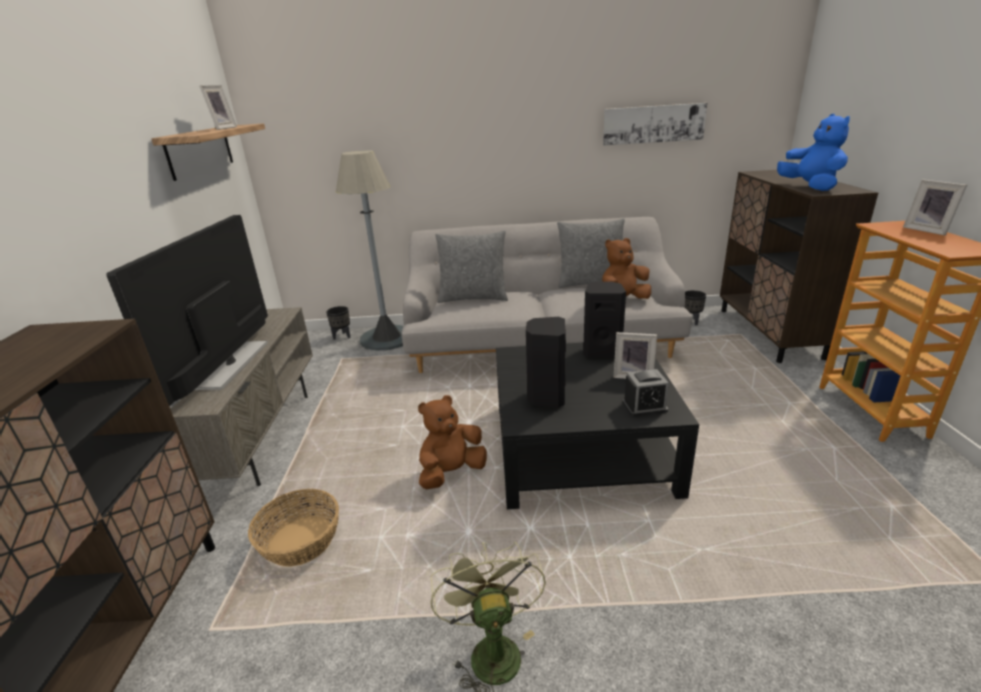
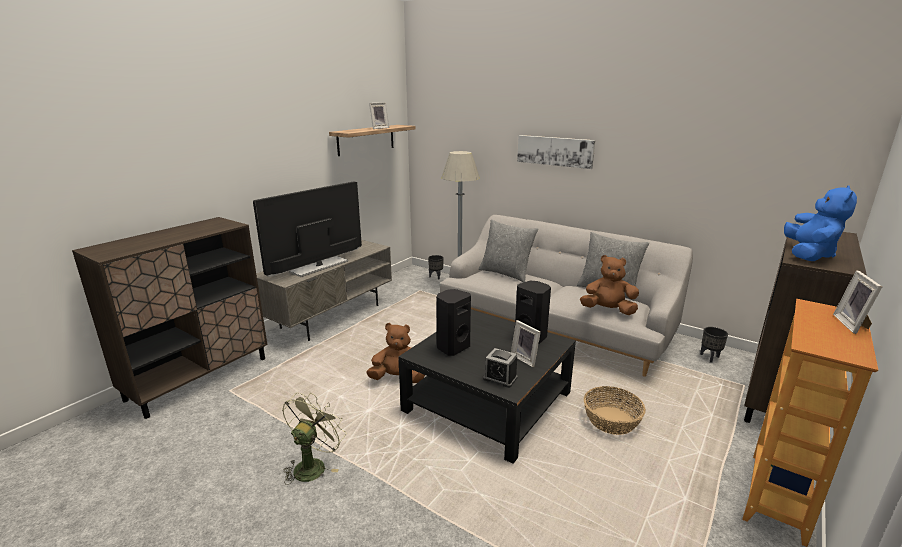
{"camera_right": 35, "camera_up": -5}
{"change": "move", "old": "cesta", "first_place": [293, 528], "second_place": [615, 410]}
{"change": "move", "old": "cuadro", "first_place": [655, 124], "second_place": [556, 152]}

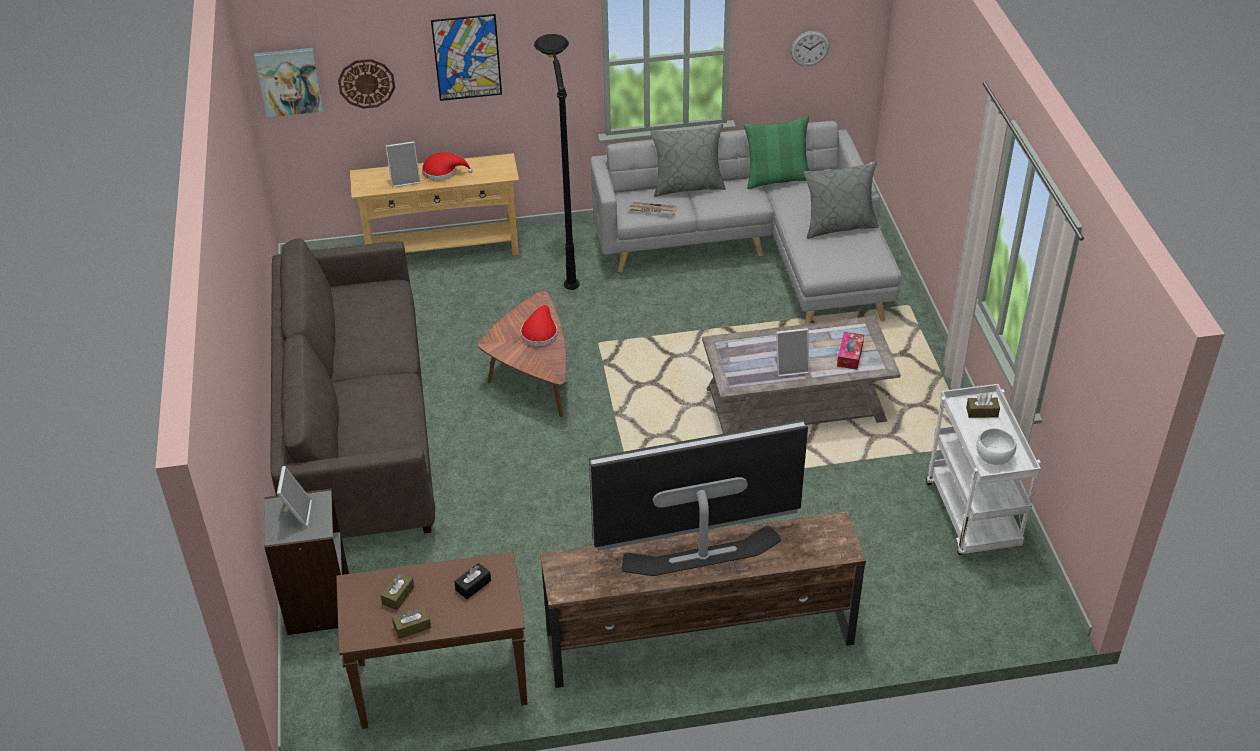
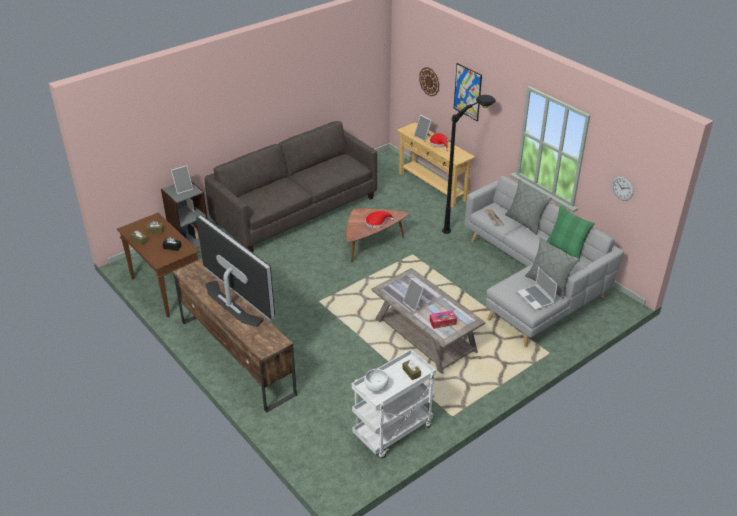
{"camera_right": 60, "camera_up": -5}
{"change": "delete", "old": "cuadro", "first_place": [289, 82]}
{"change": "insert", "new": "portátil", "second_place": [537, 288]}

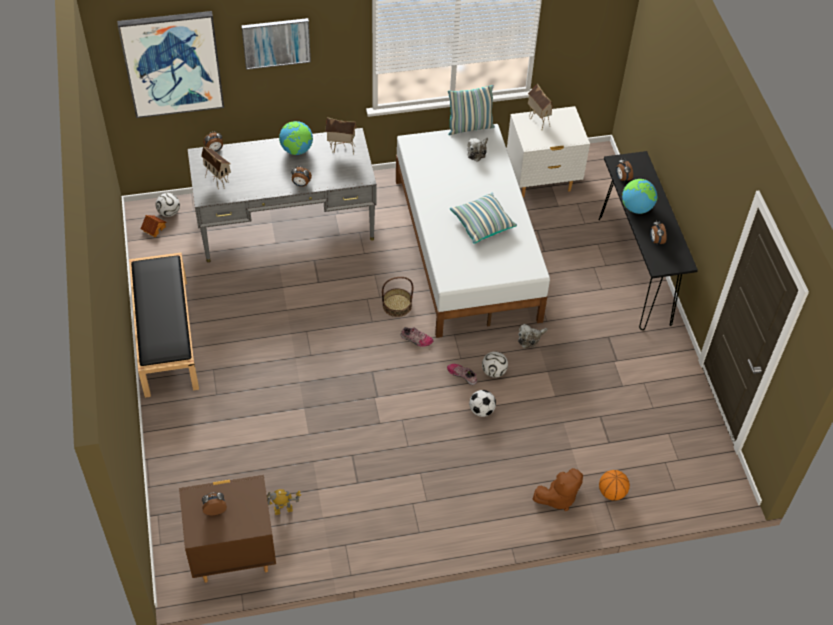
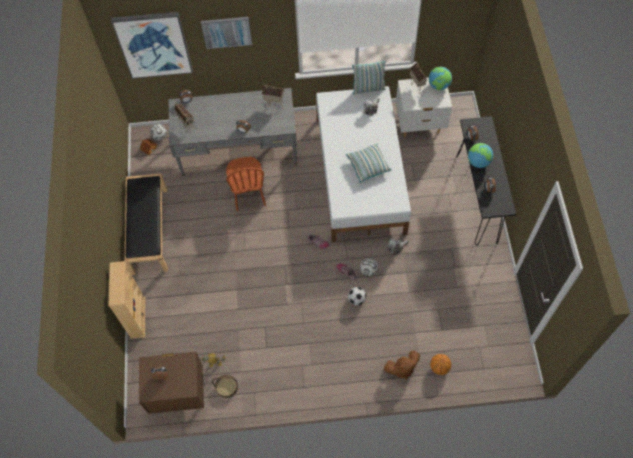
{"camera_right": 10, "camera_up": 10}
{"change": "insert", "new": "estantería [beis]", "second_place": [127, 300]}
{"change": "insert", "new": "silla [marrón]", "second_place": [246, 184]}
{"change": "move", "old": "globo terráqueo", "first_place": [296, 138], "second_place": [440, 78]}
{"change": "move", "old": "cesta", "first_place": [397, 297], "second_place": [225, 387]}

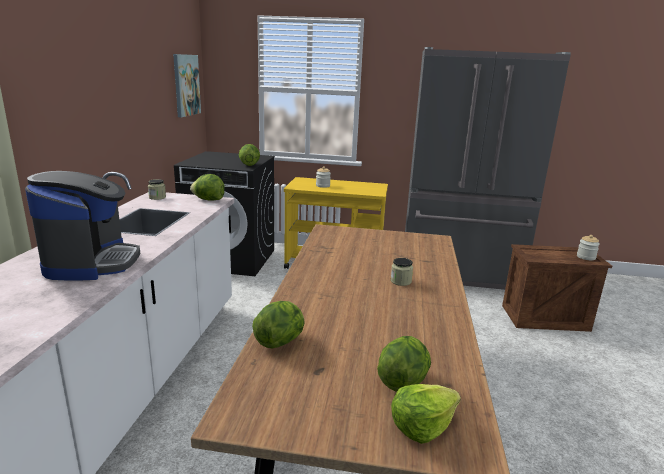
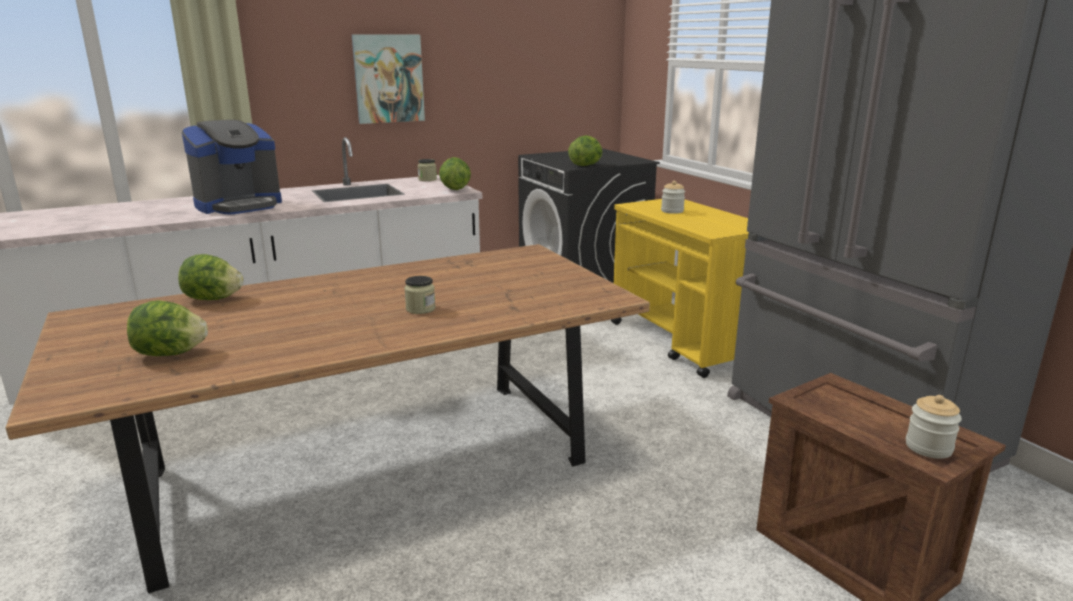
{"camera_right": 55, "camera_up": 0}
{"change": "delete", "old": "lechuga", "first_place": [426, 414]}
{"change": "move", "old": "cuadro", "first_place": [187, 85], "second_place": [388, 79]}

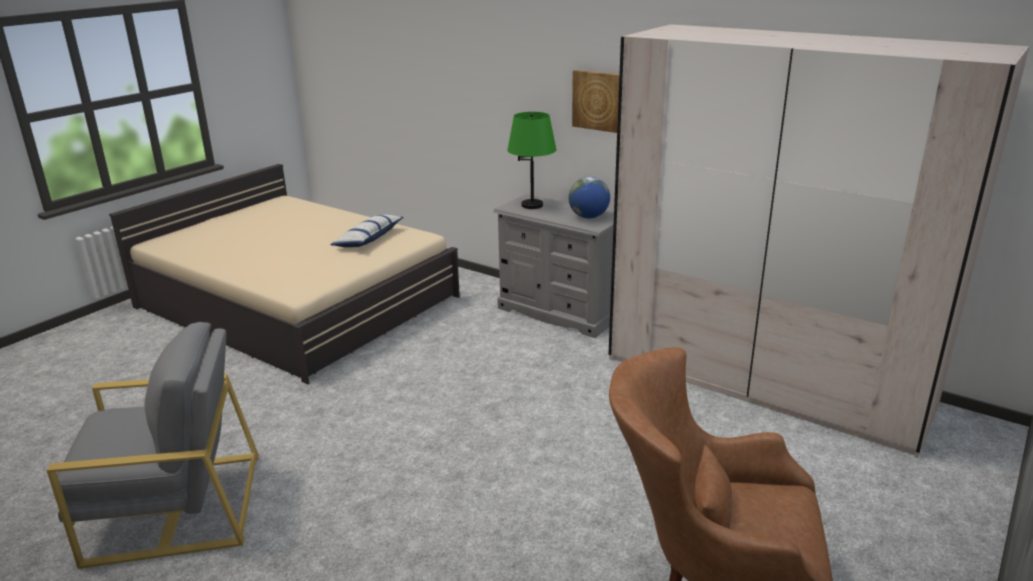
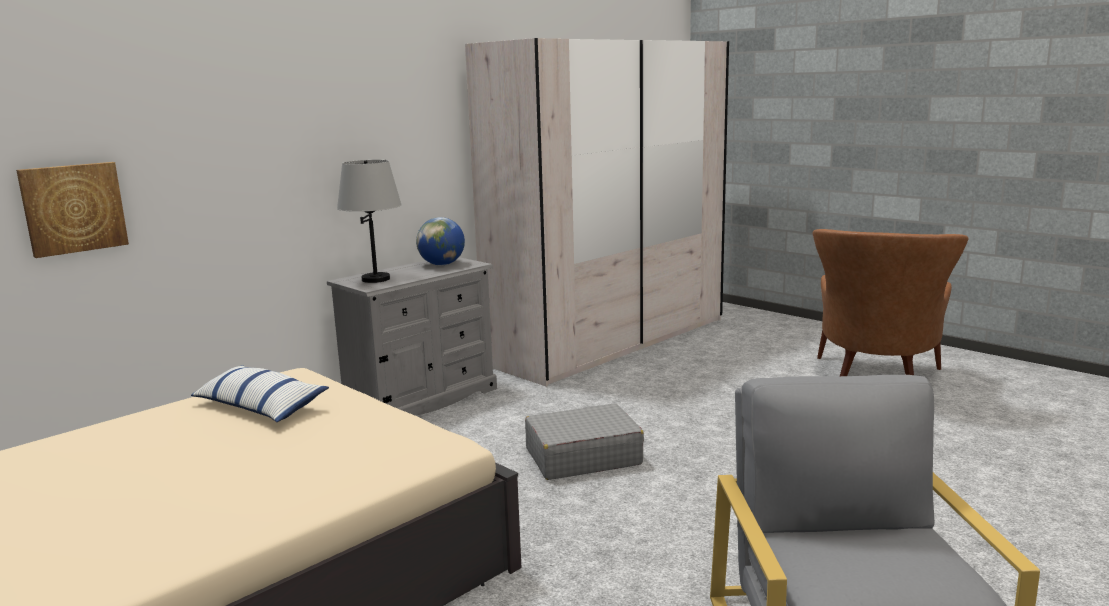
{"camera_right": -80, "camera_up": -10}
{"change": "insert", "new": "maleta [gris]", "second_place": [584, 441]}
{"change": "move", "old": "cuadro", "first_place": [595, 101], "second_place": [72, 210]}
{"change": "recolor", "old": "lámpara de mesa [verde]", "new": "lámpara de mesa [gris]", "first_place": [531, 160], "second_place": [369, 221]}

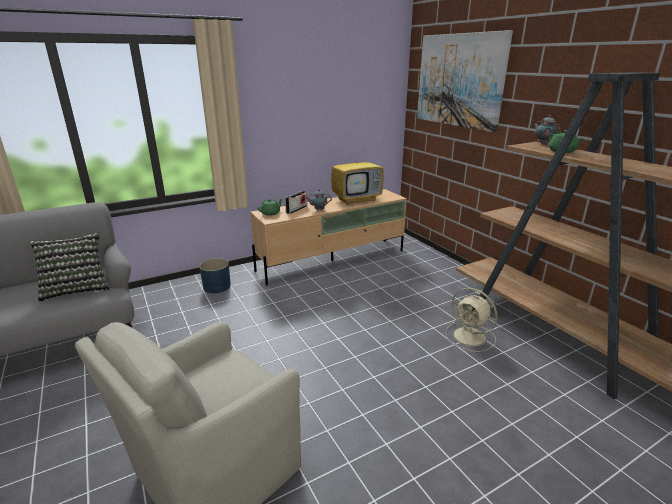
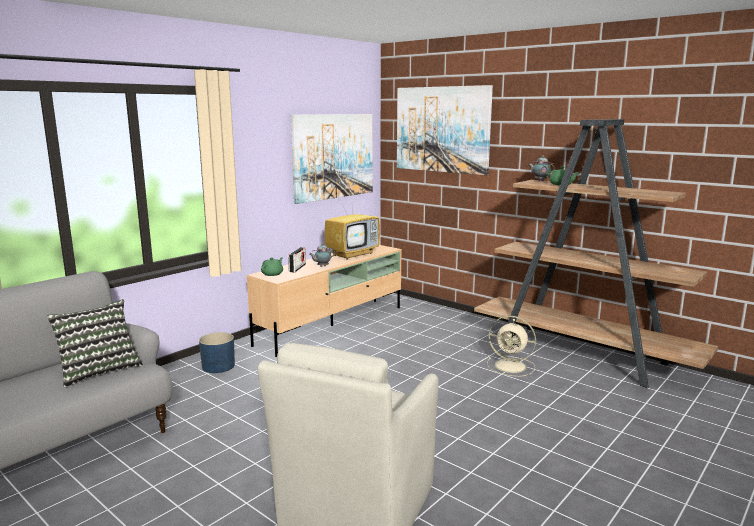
{"camera_right": -20, "camera_up": -10}
{"change": "insert", "new": "cuadro", "second_place": [332, 159]}

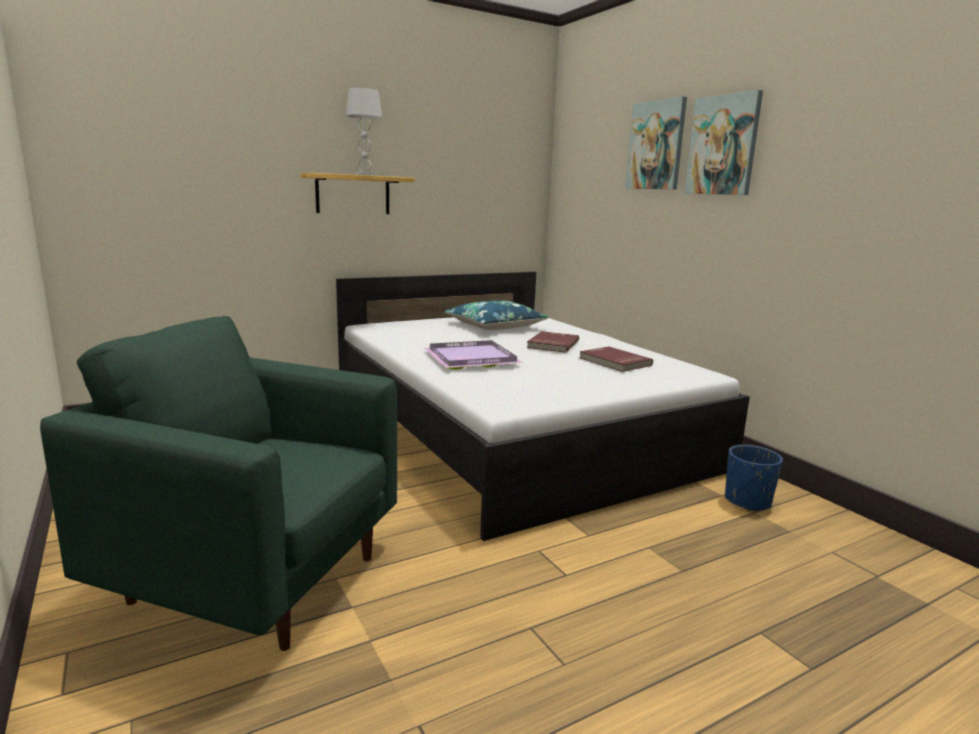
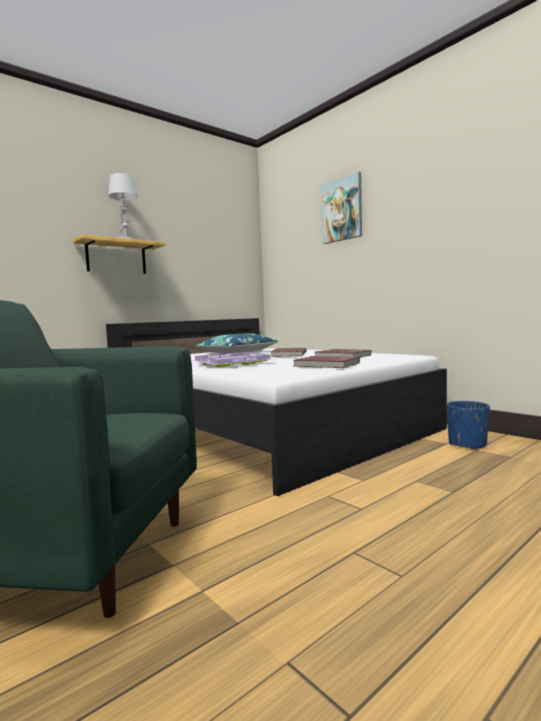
{"camera_right": -10, "camera_up": -10}
{"change": "delete", "old": "cuadro", "first_place": [724, 142]}
{"change": "insert", "new": "libro [rojo]", "second_place": [326, 362]}

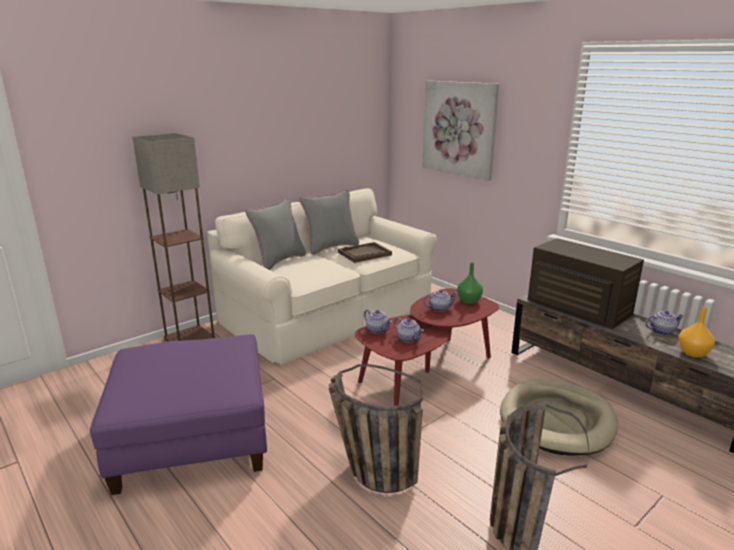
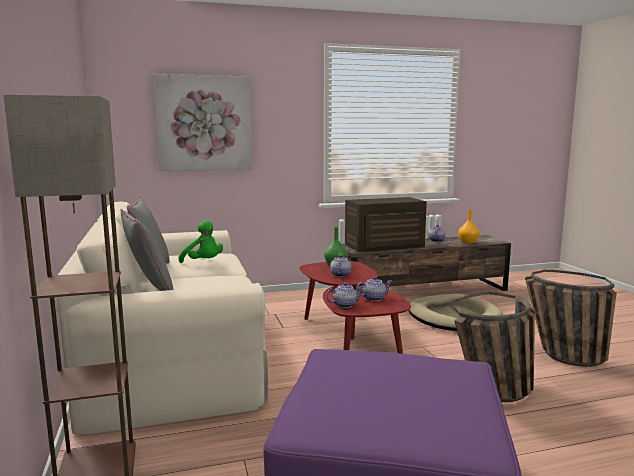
{"camera_right": -65, "camera_up": -10}
{"change": "replace", "old": "bandeja [marrón]", "new": "peluche [verde]", "first_place": [365, 252], "second_place": [201, 242]}

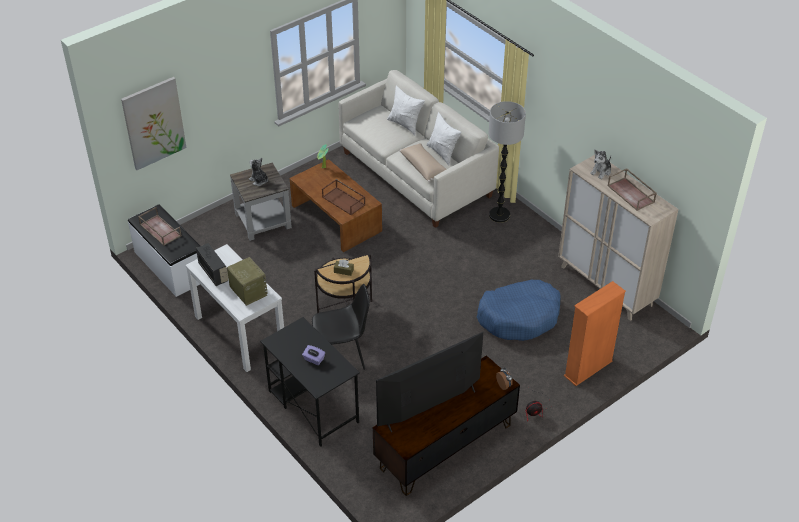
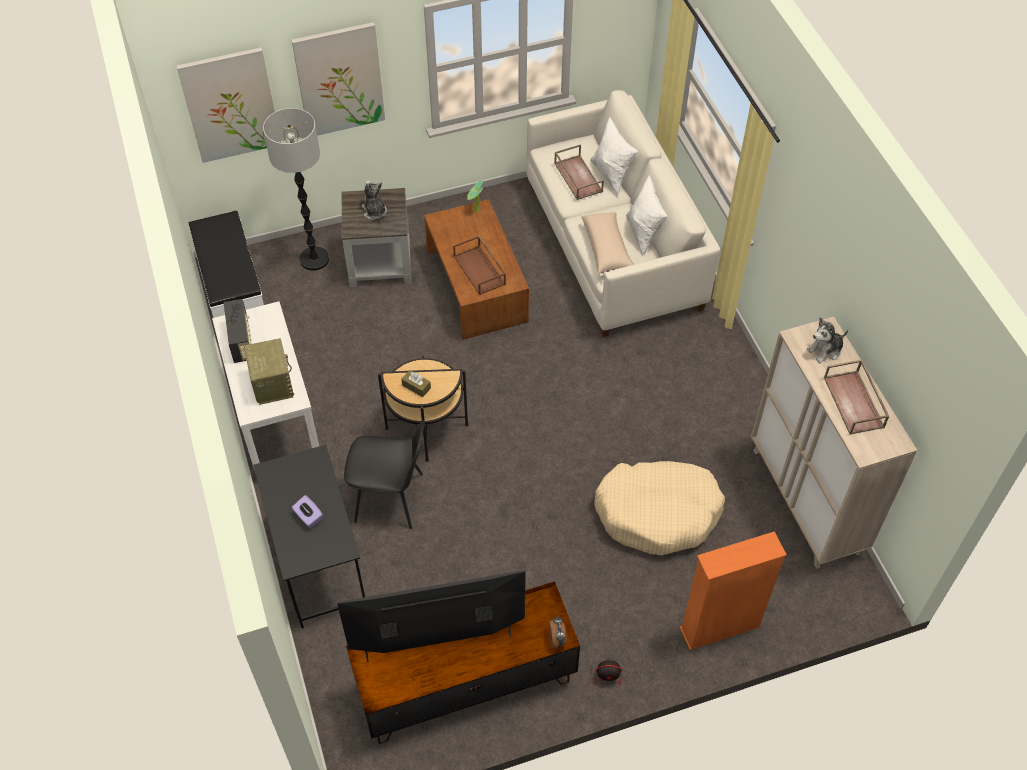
{"camera_right": 20, "camera_up": 10}
{"change": "insert", "new": "cuadro", "second_place": [338, 79]}
{"change": "move", "old": "bandeja [marrón]", "first_place": [160, 226], "second_place": [579, 172]}
{"change": "move", "old": "lámpara de pie", "first_place": [507, 162], "second_place": [296, 189]}
{"change": "recolor", "old": "cama para perro [azul]", "new": "cama para perro [beis]", "first_place": [519, 310], "second_place": [659, 508]}

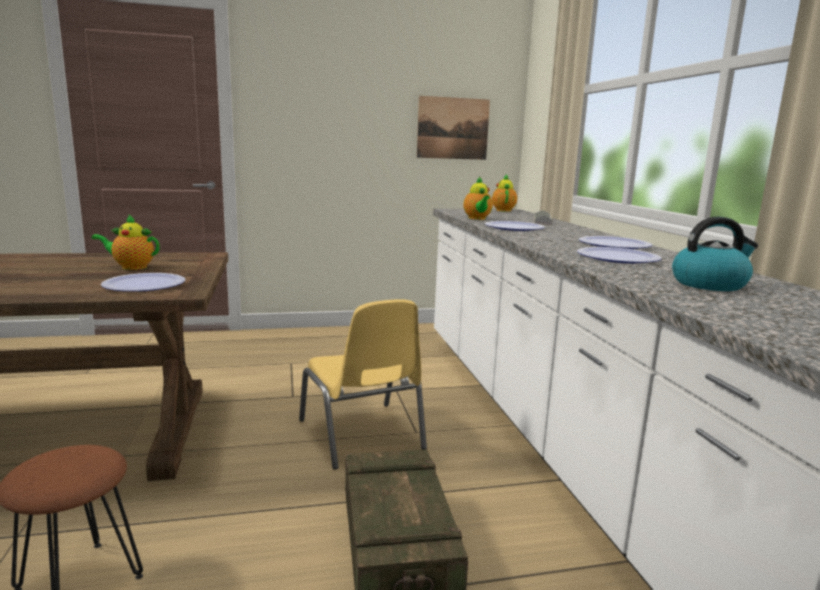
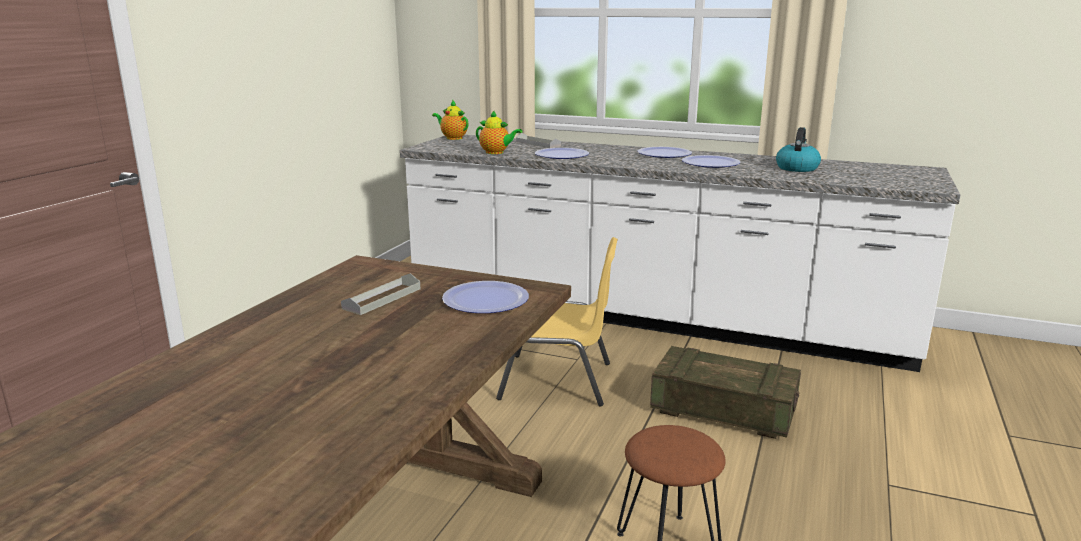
{"camera_right": -55, "camera_up": 5}
{"change": "delete", "old": "cuadro", "first_place": [453, 128]}
{"change": "replace", "old": "tetera", "new": "bandeja [gris]", "first_place": [126, 242], "second_place": [380, 294]}

